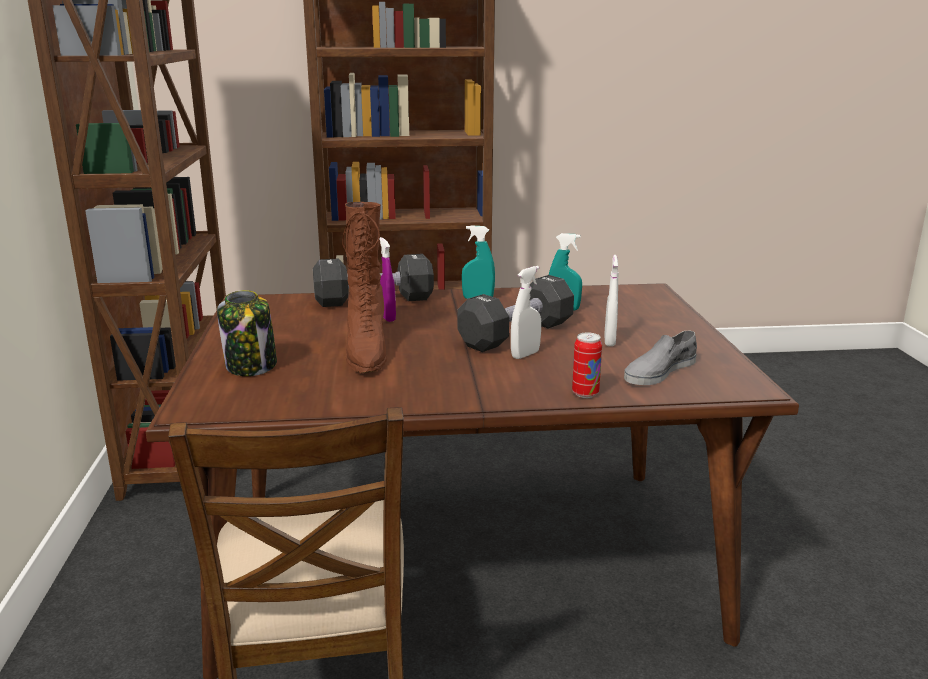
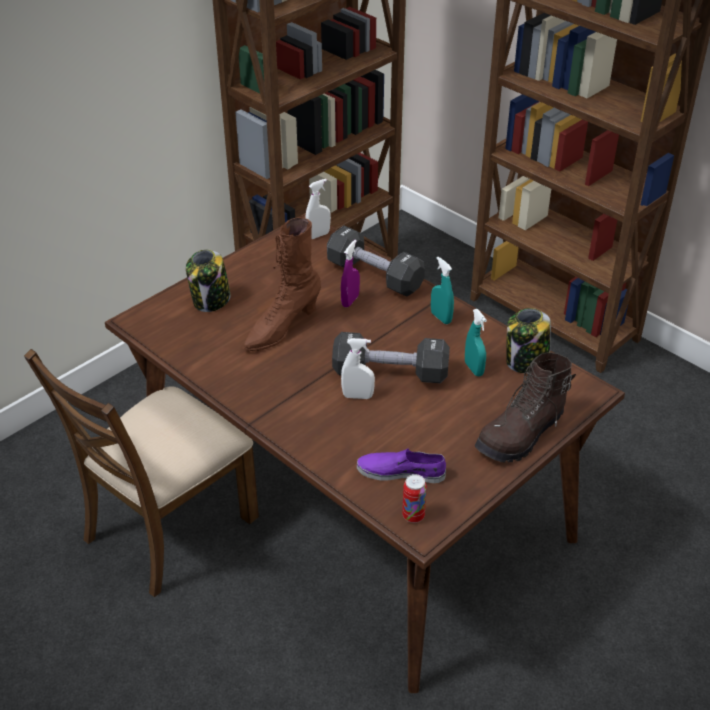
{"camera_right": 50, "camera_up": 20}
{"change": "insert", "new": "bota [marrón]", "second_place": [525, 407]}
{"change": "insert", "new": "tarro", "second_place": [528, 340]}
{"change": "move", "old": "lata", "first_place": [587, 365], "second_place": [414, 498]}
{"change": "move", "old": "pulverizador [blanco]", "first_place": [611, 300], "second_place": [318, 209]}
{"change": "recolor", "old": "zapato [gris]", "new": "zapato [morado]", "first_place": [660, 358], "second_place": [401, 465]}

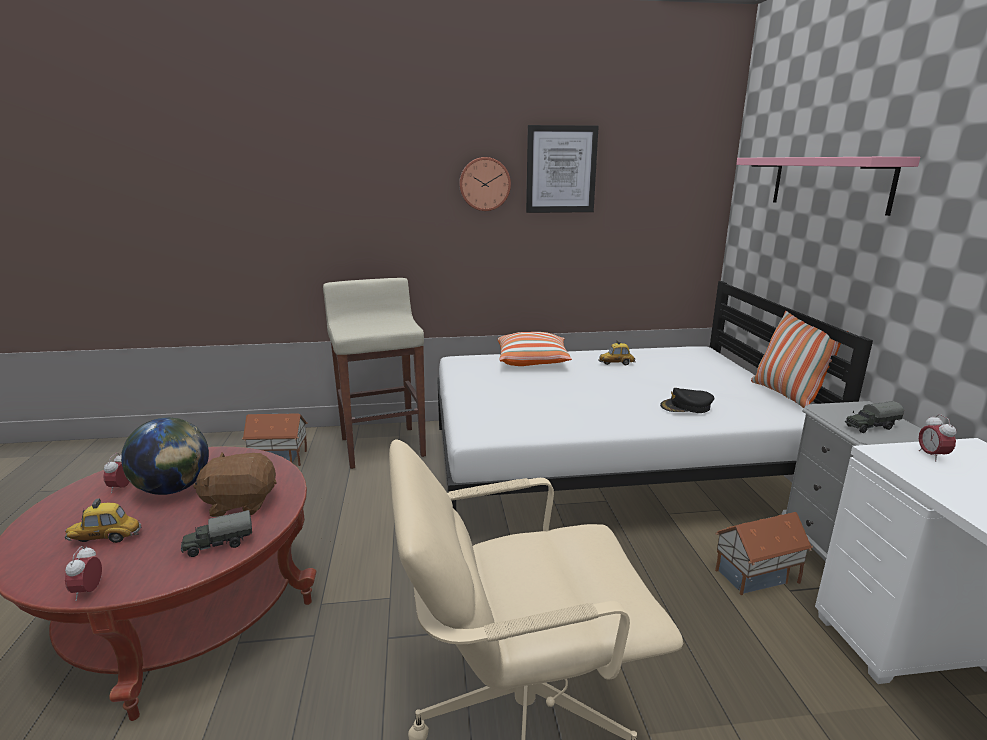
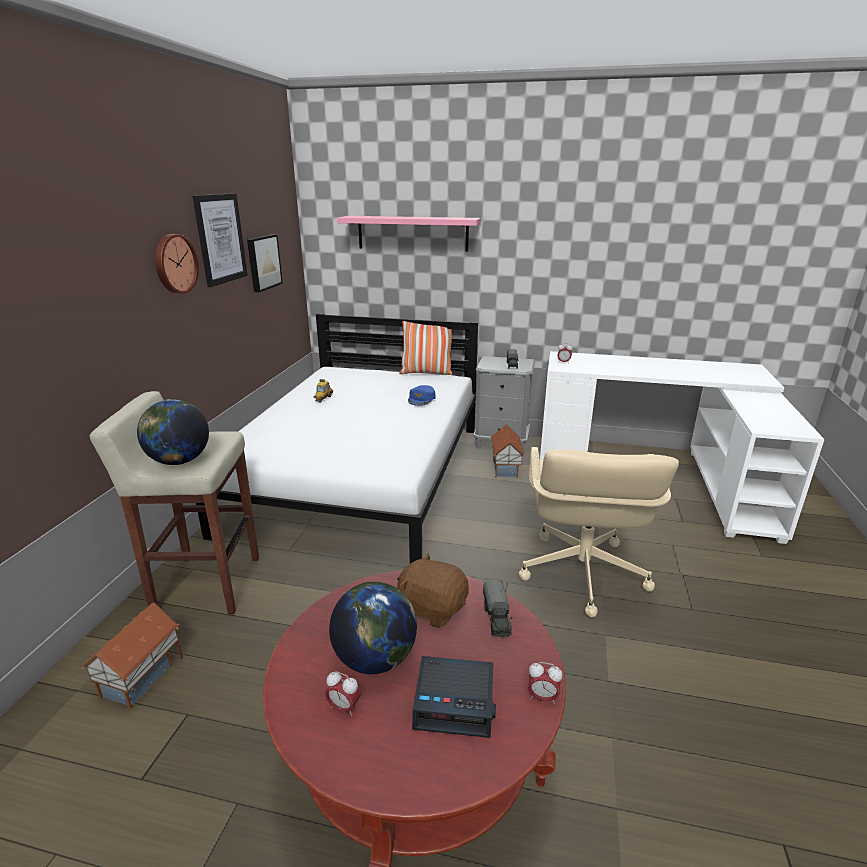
{"camera_right": -70, "camera_up": 5}
{"change": "delete", "old": "cojín", "first_place": [535, 349]}
{"change": "insert", "new": "globo terráqueo", "second_place": [173, 432]}
{"change": "insert", "new": "cuadro", "second_place": [265, 263]}
{"change": "replace", "old": "coche de juguete", "new": "despertador", "first_place": [103, 520], "second_place": [454, 697]}
{"change": "recolor", "old": "gorra [negro]", "new": "gorra [azul]", "first_place": [687, 400], "second_place": [422, 395]}
{"change": "rotate", "old": "peluche [marrón]", "first_place": [234, 484], "second_place": [433, 590], "degrees": 105}

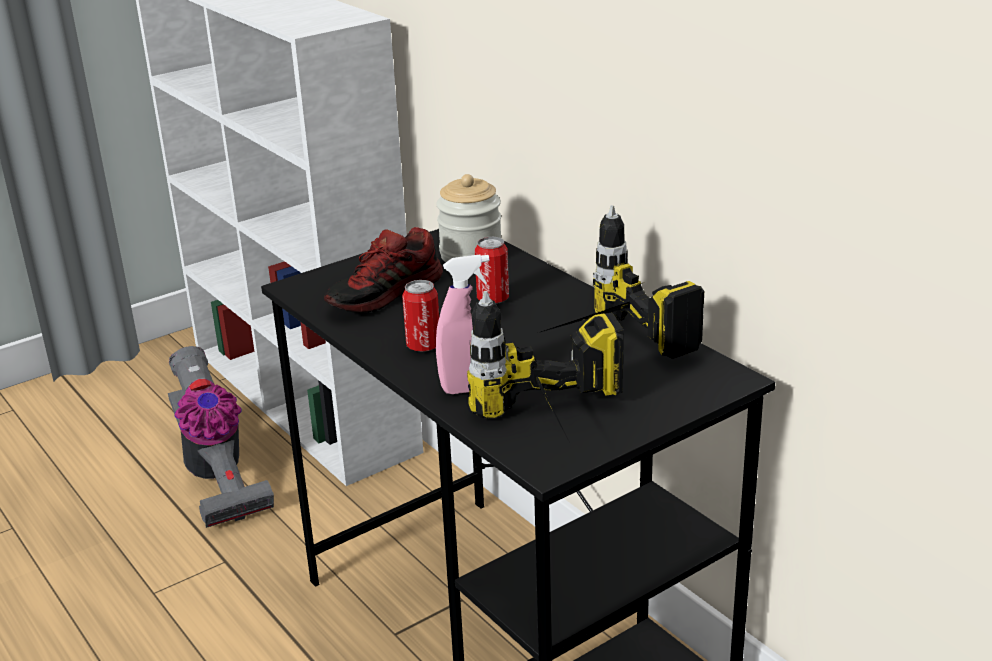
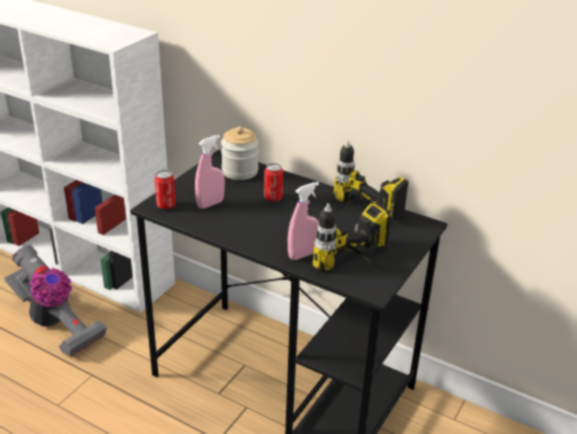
{"camera_right": -25, "camera_up": 5}
{"change": "move", "old": "lata", "first_place": [420, 316], "second_place": [165, 189]}
{"change": "replace", "old": "zapato", "new": "pulverizador [rosa]", "first_place": [383, 270], "second_place": [210, 172]}

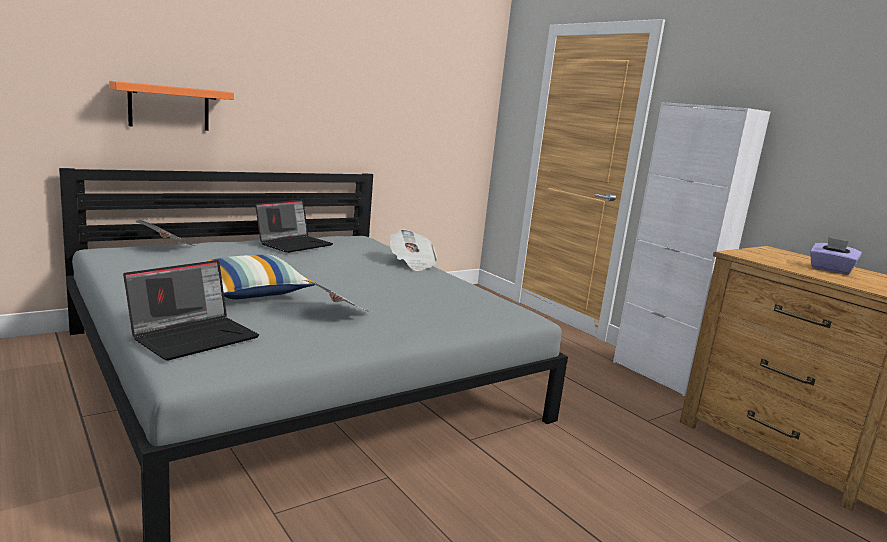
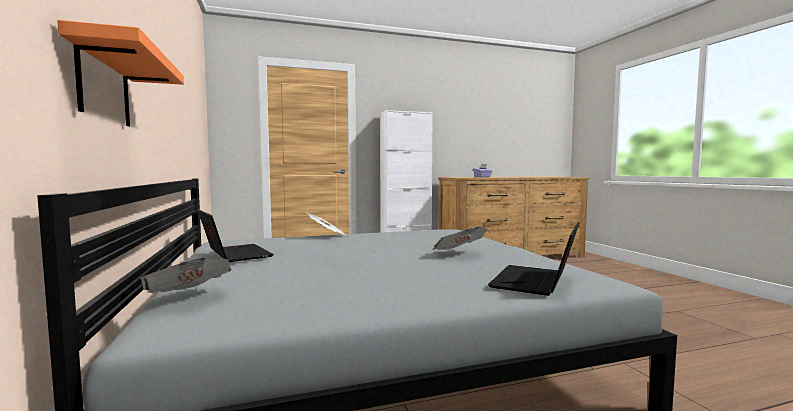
{"camera_right": -70, "camera_up": -10}
{"change": "delete", "old": "cojín", "first_place": [259, 276]}
{"change": "rotate", "old": "portátil", "first_place": [191, 310], "second_place": [534, 259], "degrees": -120}

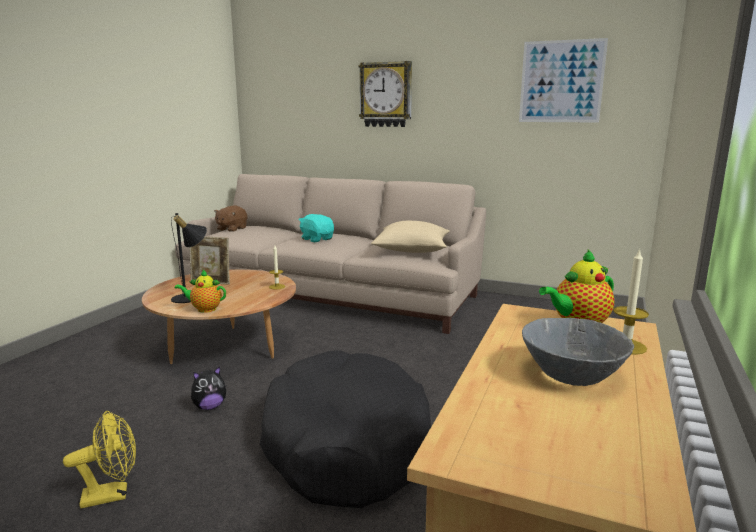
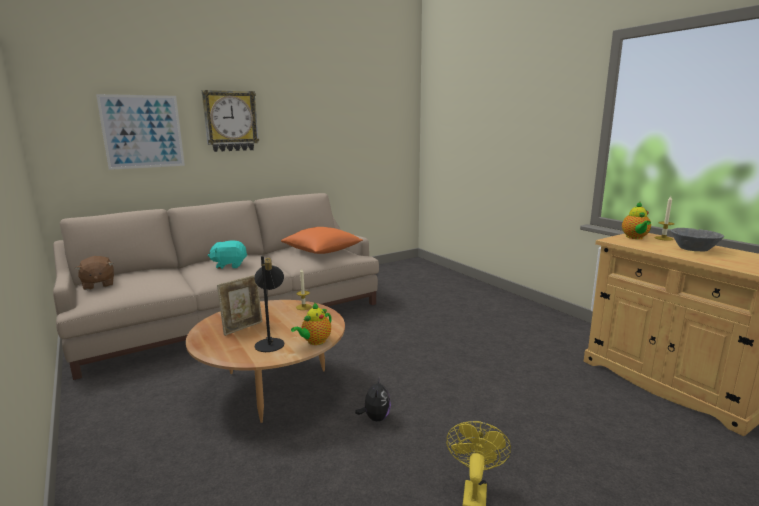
{"camera_right": -55, "camera_up": 0}
{"change": "delete", "old": "cama para perro [negro]", "first_place": [345, 429]}
{"change": "move", "old": "cuadro", "first_place": [563, 80], "second_place": [140, 132]}
{"change": "recolor", "old": "cojín [beis]", "new": "cojín [naranja]", "first_place": [410, 237], "second_place": [322, 240]}

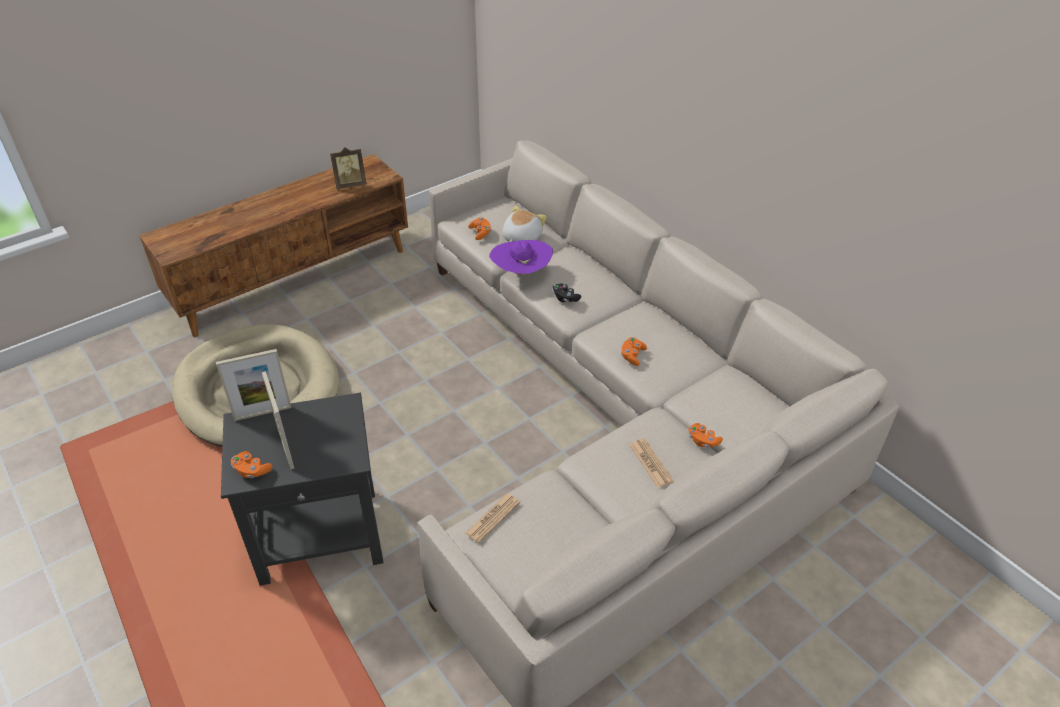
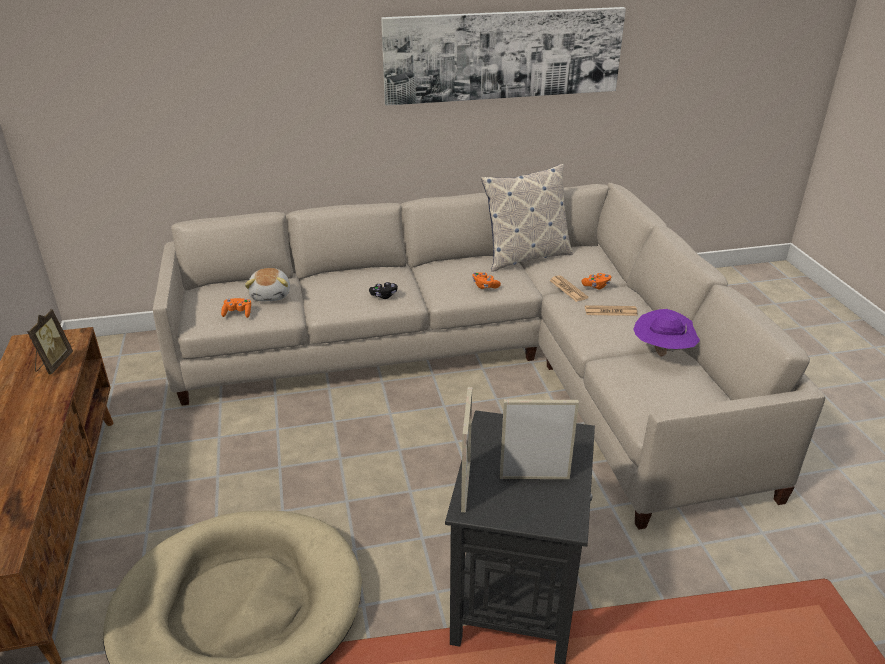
{"camera_right": -65, "camera_up": -10}
{"change": "delete", "old": "mando de consola [naranja]", "first_place": [251, 464]}
{"change": "insert", "new": "cuadro", "second_place": [503, 56]}
{"change": "insert", "new": "cojín", "second_place": [527, 218]}
{"change": "move", "old": "periódico", "first_place": [492, 518], "second_place": [568, 288]}
{"change": "move", "old": "sombrero [morado]", "first_place": [521, 259], "second_place": [666, 332]}
{"change": "rotate", "old": "peluche", "first_place": [525, 224], "second_place": [267, 284], "degrees": -150}

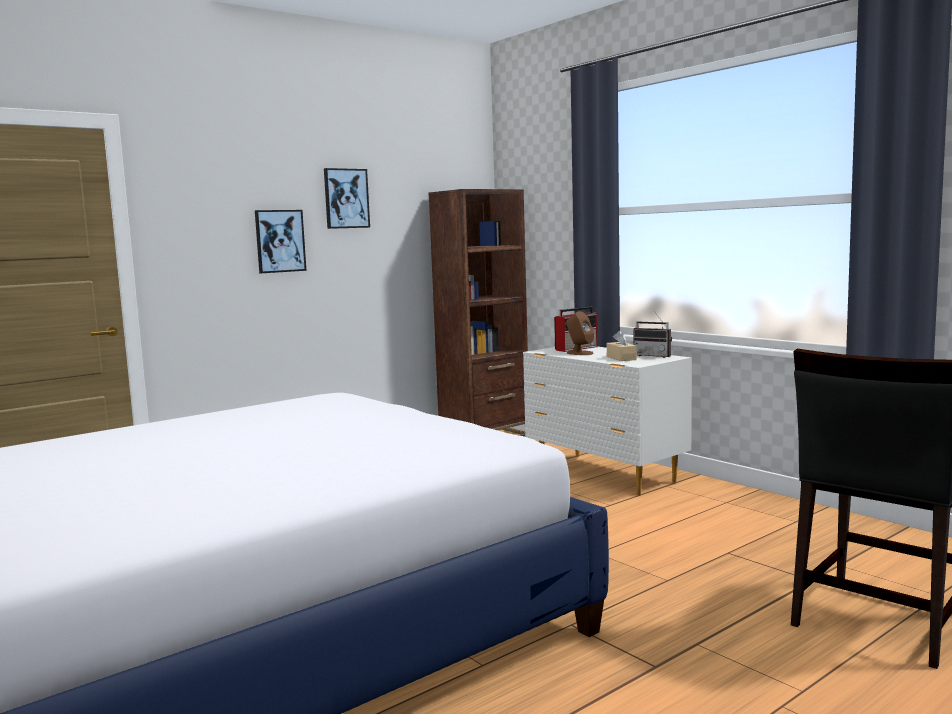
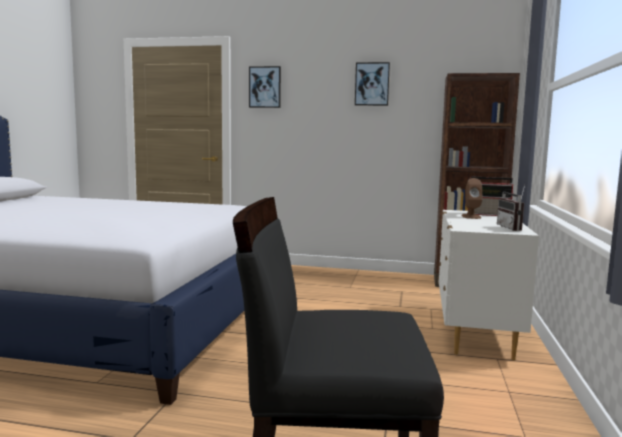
{"camera_right": 50, "camera_up": 0}
{"change": "delete", "old": "caja de pañuelos [beis]", "first_place": [622, 346]}
{"change": "move", "old": "cuadro", "first_place": [280, 241], "second_place": [265, 87]}

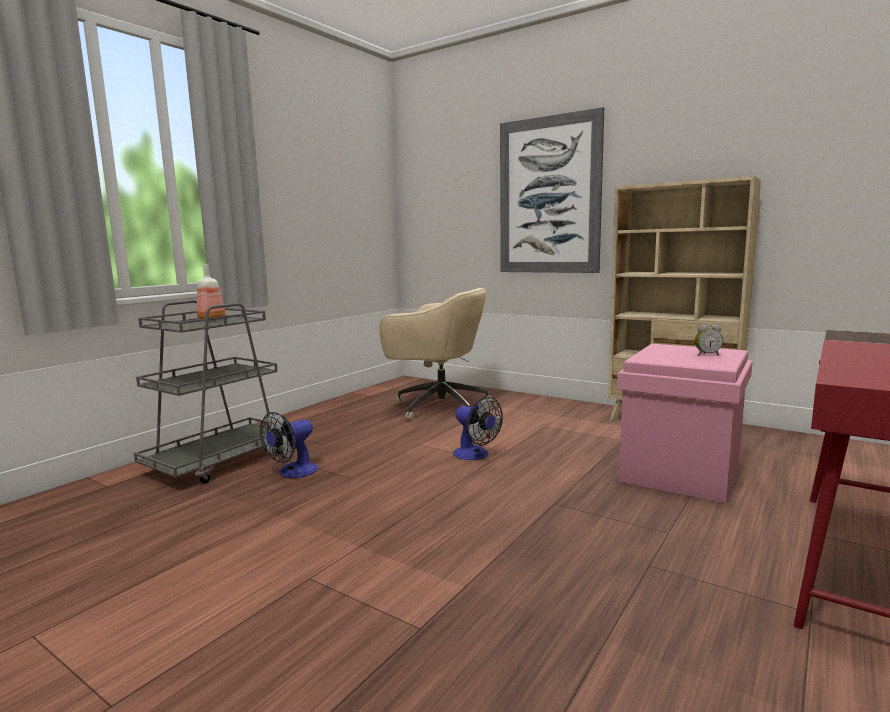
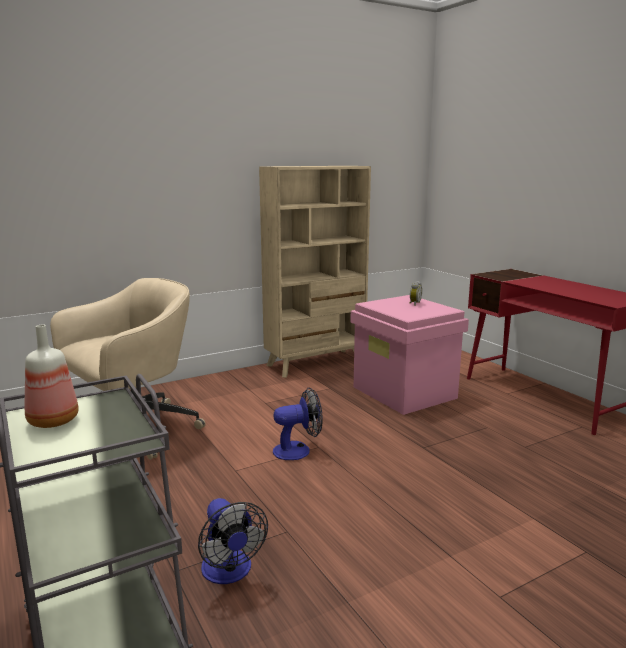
{"camera_right": -65, "camera_up": 5}
{"change": "delete", "old": "cuadro", "first_place": [552, 190]}

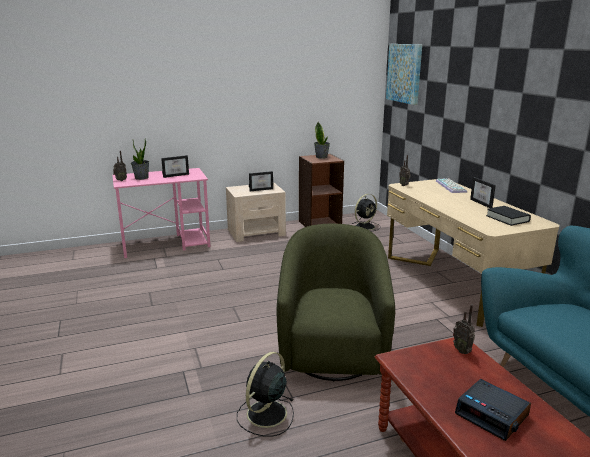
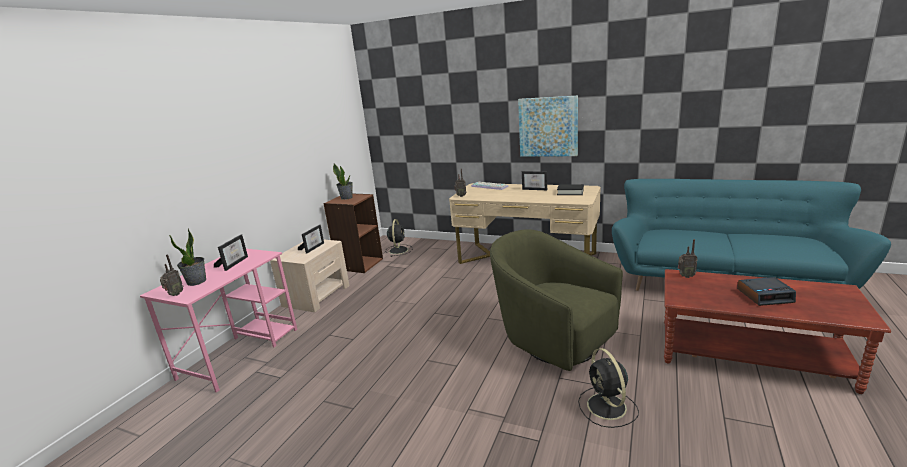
{"camera_right": -45, "camera_up": 0}
{"change": "move", "old": "cuadro", "first_place": [404, 74], "second_place": [548, 126]}

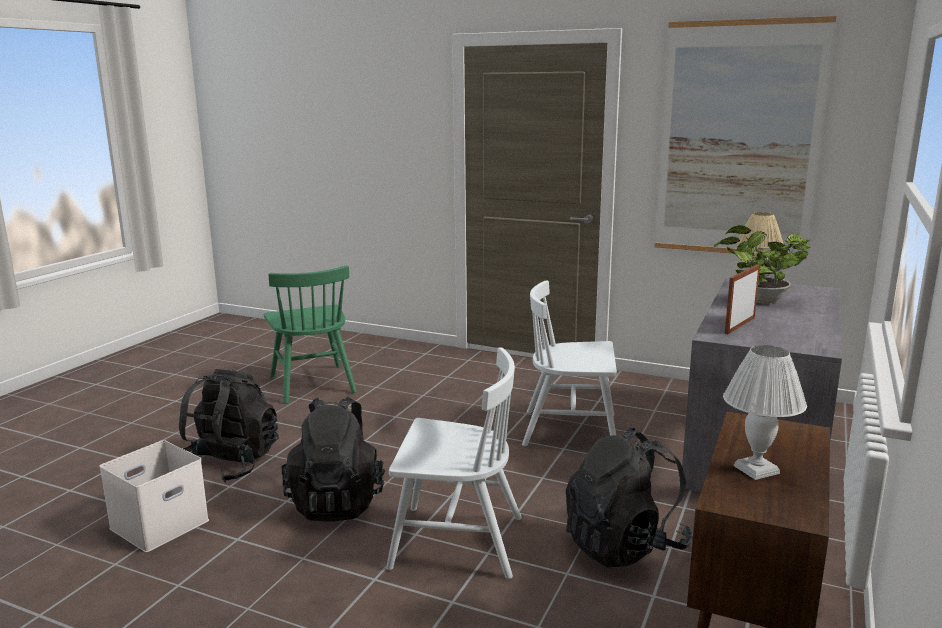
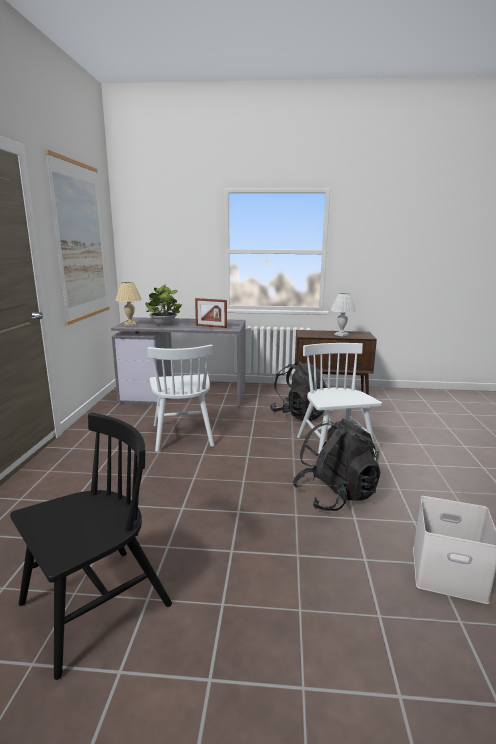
{"camera_right": -110, "camera_up": 0}
{"change": "delete", "old": "mochila [negro]", "first_place": [228, 426]}
{"change": "recolor", "old": "silla [verde]", "new": "silla [negro]", "first_place": [310, 334], "second_place": [91, 546]}

